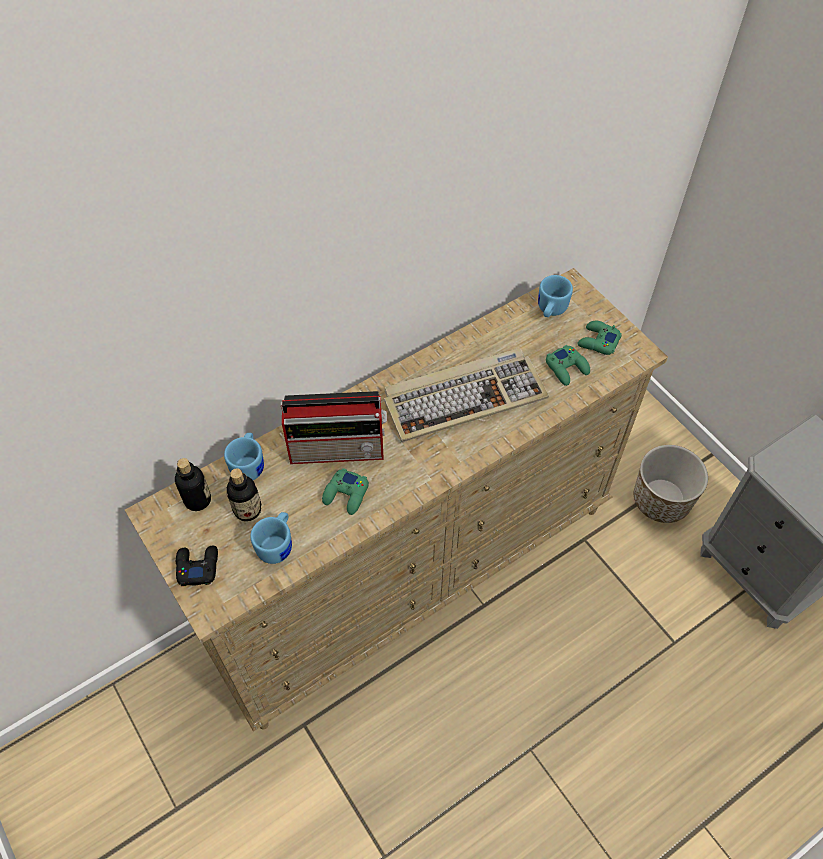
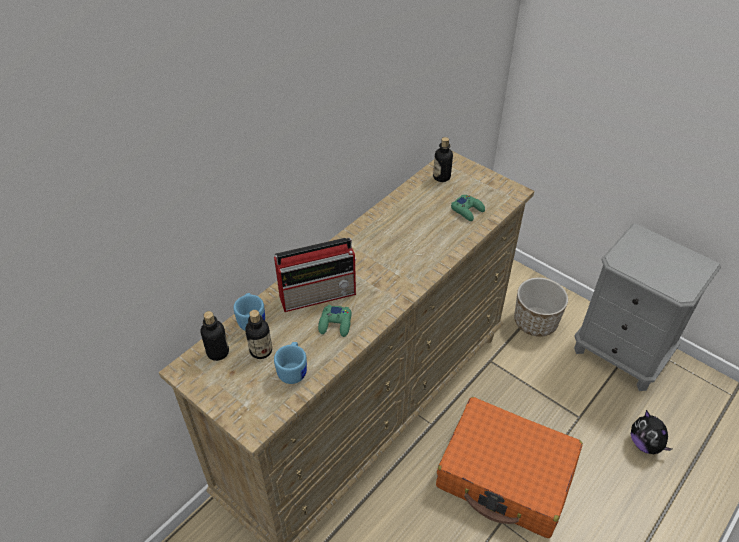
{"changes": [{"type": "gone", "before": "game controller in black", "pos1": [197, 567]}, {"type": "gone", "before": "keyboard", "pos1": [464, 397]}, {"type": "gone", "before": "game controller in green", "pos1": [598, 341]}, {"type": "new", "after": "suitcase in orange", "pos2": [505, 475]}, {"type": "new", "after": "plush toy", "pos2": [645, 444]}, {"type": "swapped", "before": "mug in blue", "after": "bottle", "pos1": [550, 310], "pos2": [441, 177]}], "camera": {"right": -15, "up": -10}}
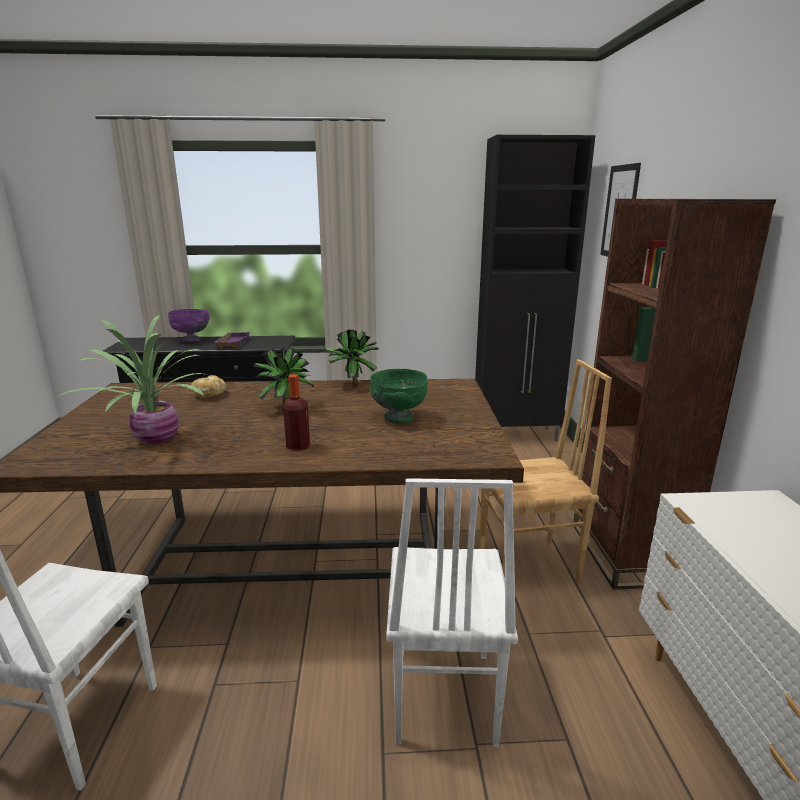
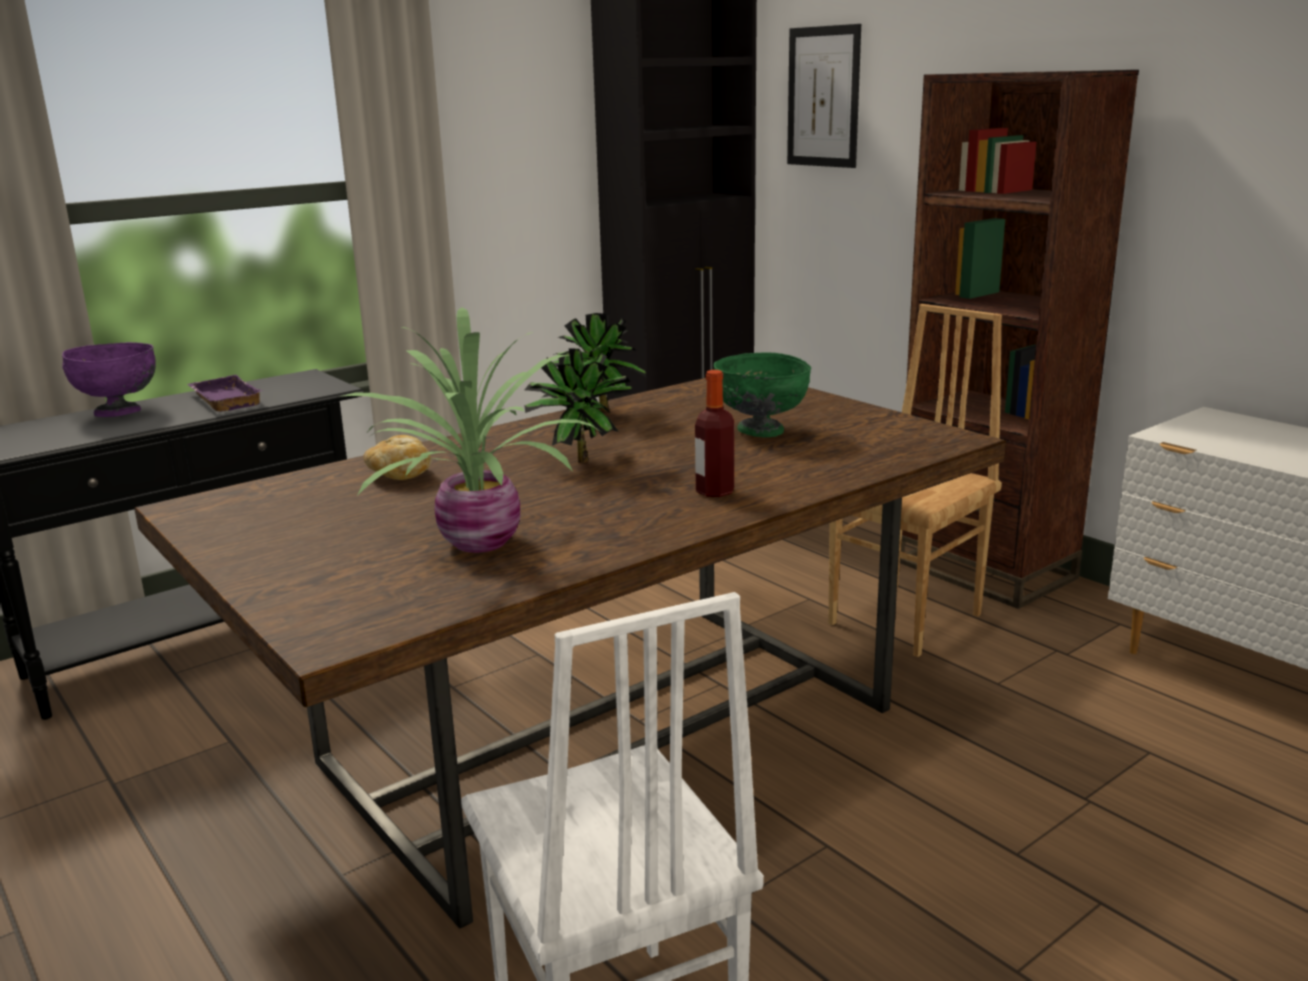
{"changes": [{"type": "gone", "before": "chair in white", "pos1": [442, 696]}], "camera": {"right": -35, "up": 0}}
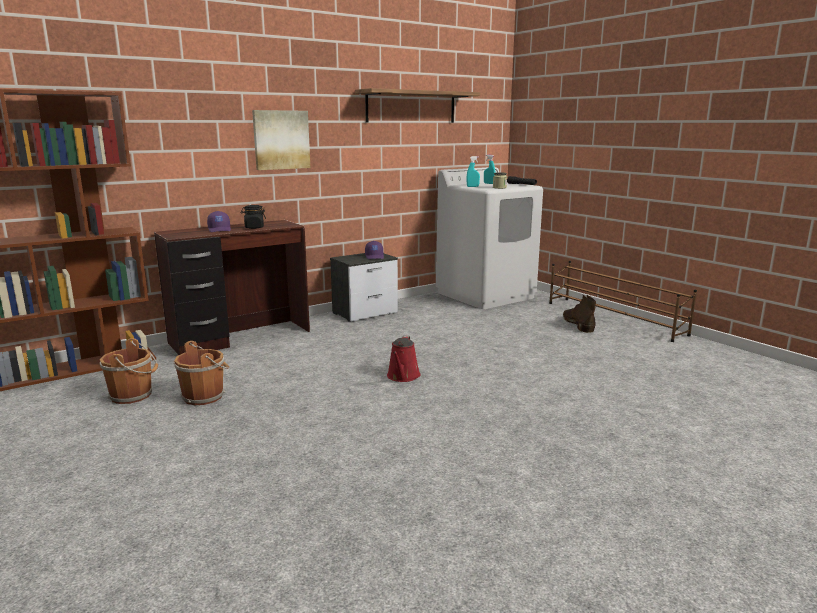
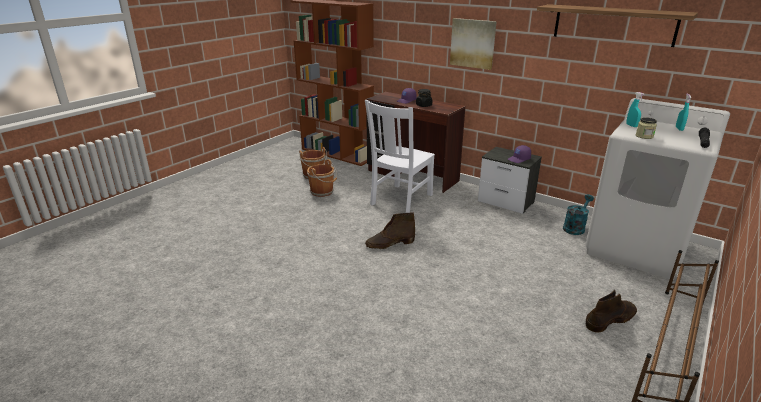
{"changes": [{"type": "new", "after": "chair in white", "pos2": [400, 200]}, {"type": "new", "after": "watering can in turquoise", "pos2": [575, 227]}, {"type": "swapped", "before": "watering can in red", "after": "boot in brown", "pos1": [403, 377], "pos2": [389, 244]}], "camera": {"right": 70, "up": 10}}
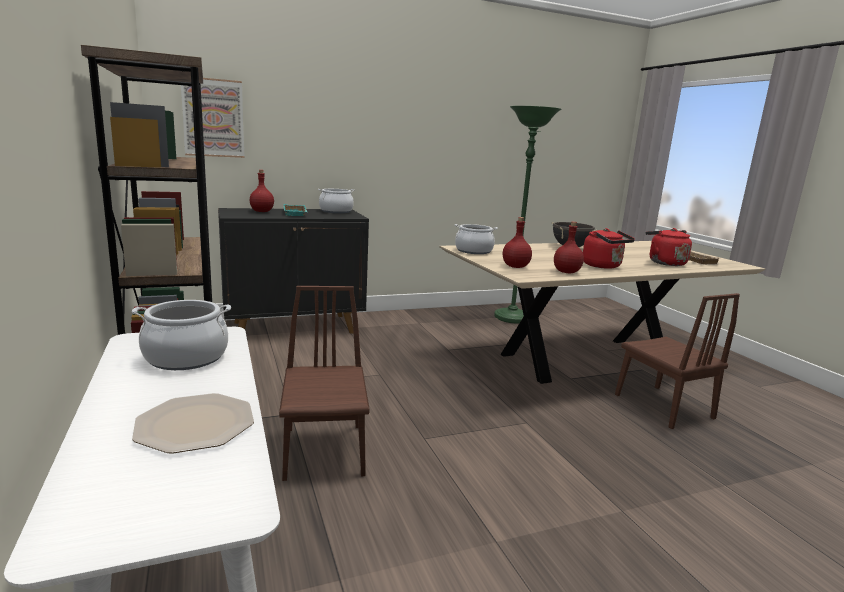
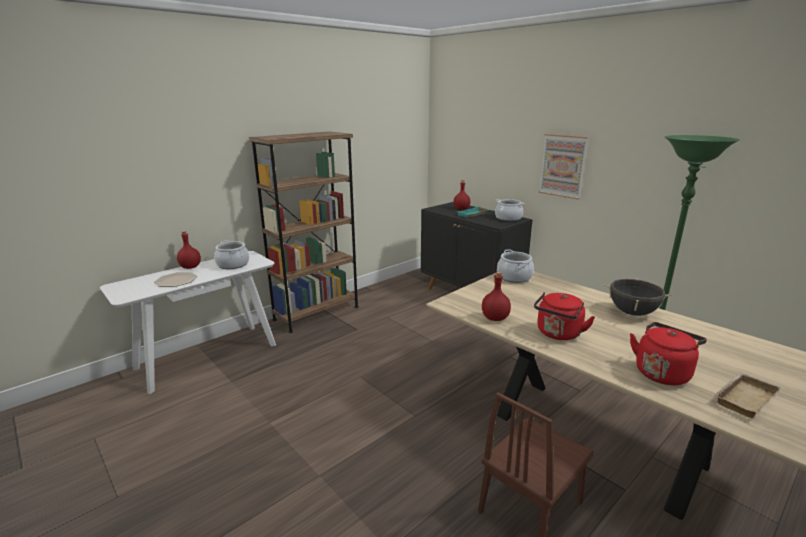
{"changes": [{"type": "gone", "before": "chair in brown", "pos1": [324, 451]}, {"type": "shifted", "before": "picture", "pos1": [213, 118], "pos2": [563, 166]}, {"type": "shifted", "before": "bottle in red", "pos1": [515, 267], "pos2": [190, 267]}], "camera": {"right": 70, "up": 5}}
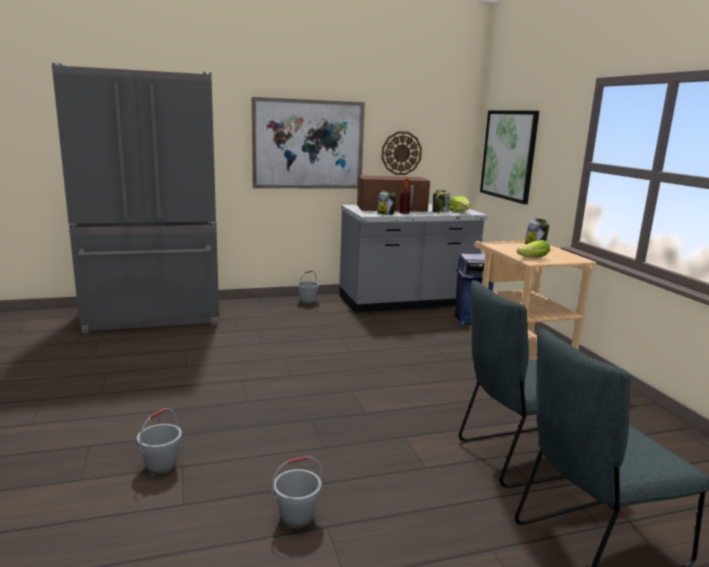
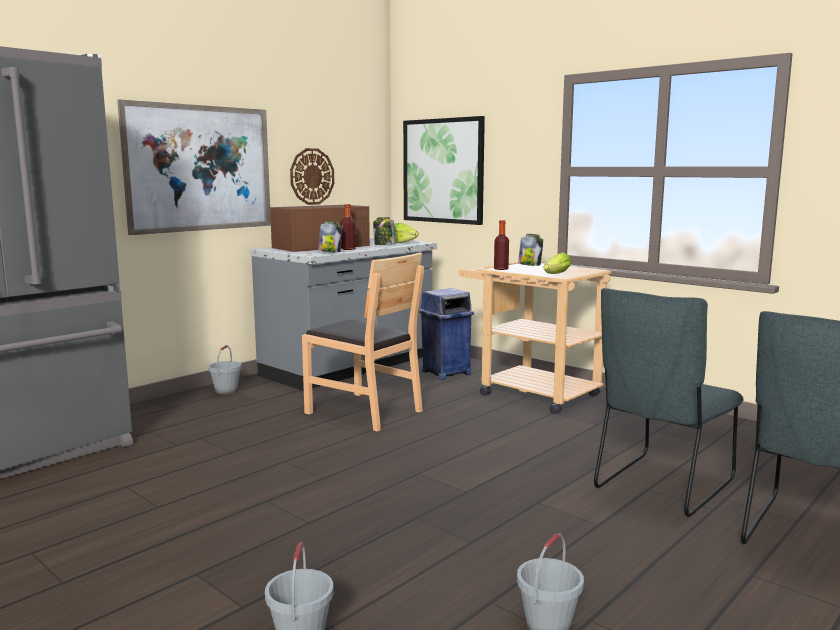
{"changes": [{"type": "new", "after": "chair in brown", "pos2": [364, 411]}, {"type": "new", "after": "bottle", "pos2": [501, 269]}], "camera": {"right": -30, "up": -5}}
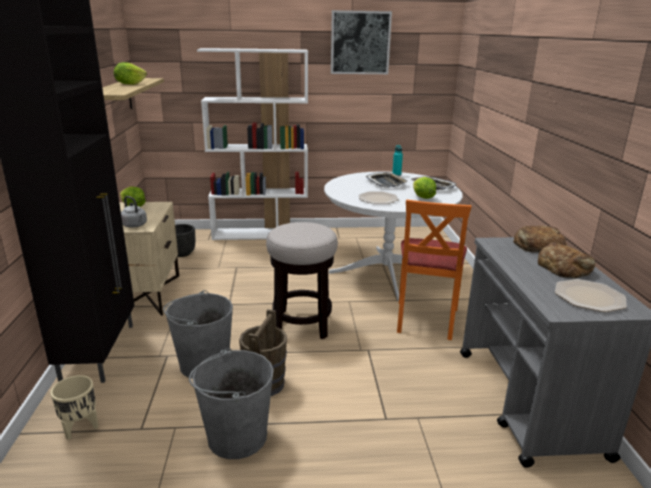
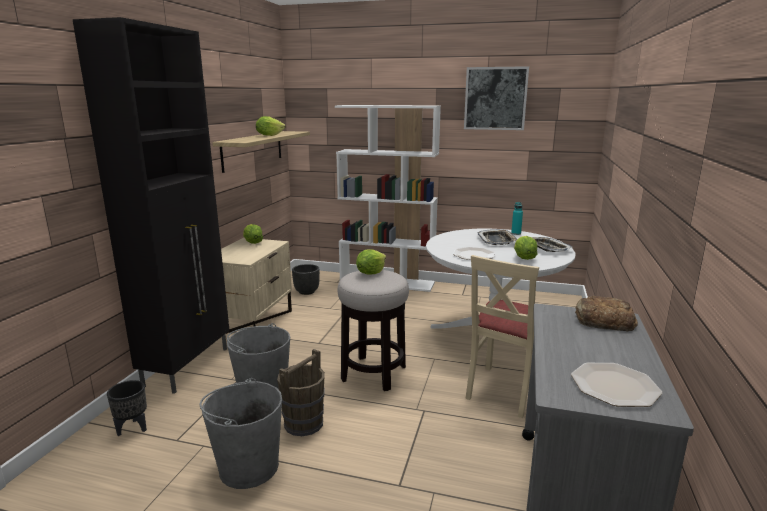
{"changes": [{"type": "gone", "before": "kettle in grey", "pos1": [135, 225]}, {"type": "gone", "before": "bread", "pos1": [564, 267]}, {"type": "new", "after": "lettuce", "pos2": [371, 273]}, {"type": "repainted", "before": "planter in beige", "after": "planter in black", "pos1": [80, 428], "pos2": [132, 429]}, {"type": "repainted", "before": "chair in orange", "after": "chair in beige", "pos1": [425, 319], "pos2": [505, 390]}], "camera": {"right": 20, "up": -5}}
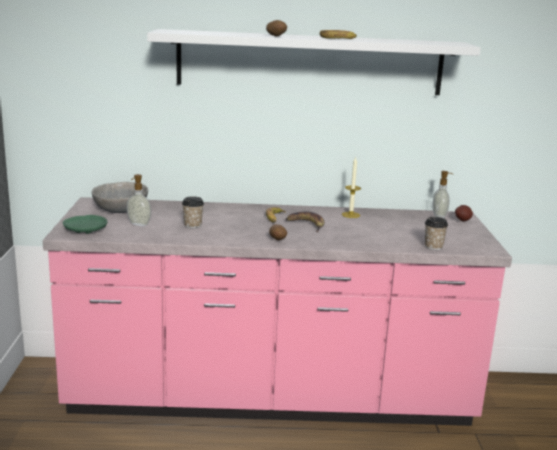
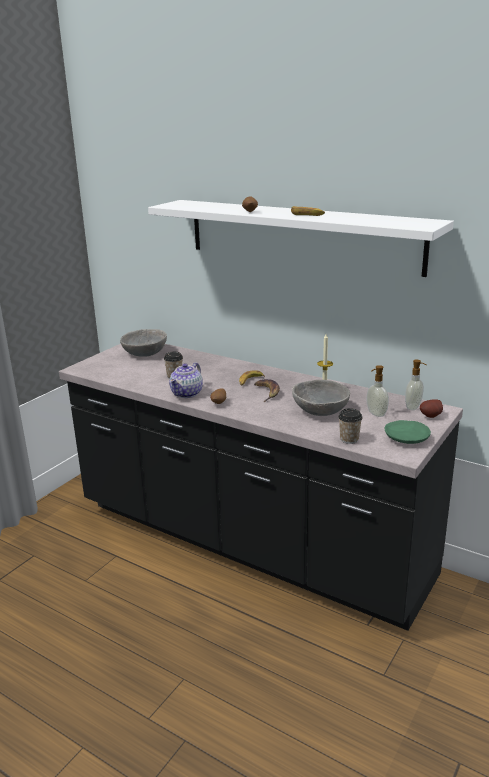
{"changes": [{"type": "new", "after": "teapot", "pos2": [187, 393]}, {"type": "new", "after": "bowl in grey", "pos2": [320, 410]}, {"type": "shifted", "before": "plate in green", "pos1": [85, 230], "pos2": [407, 438]}, {"type": "shifted", "before": "soap dispenser", "pos1": [138, 224], "pos2": [375, 414]}, {"type": "repainted", "before": "counter in pink", "after": "counter in black", "pos1": [270, 399], "pos2": [248, 542]}], "camera": {"right": 35, "up": 5}}
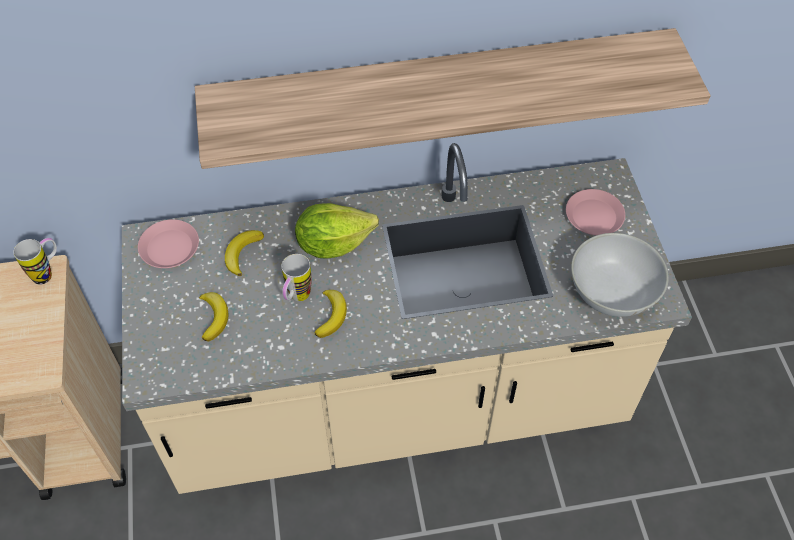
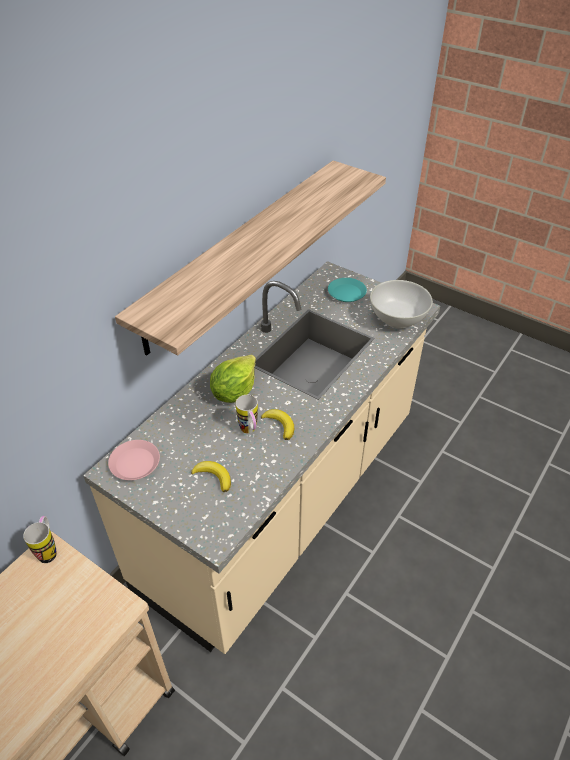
{"changes": [{"type": "gone", "before": "banana", "pos1": [242, 253]}, {"type": "repainted", "before": "plate in pink", "after": "plate in turquoise", "pos1": [593, 216], "pos2": [346, 293]}], "camera": {"right": -45, "up": -10}}
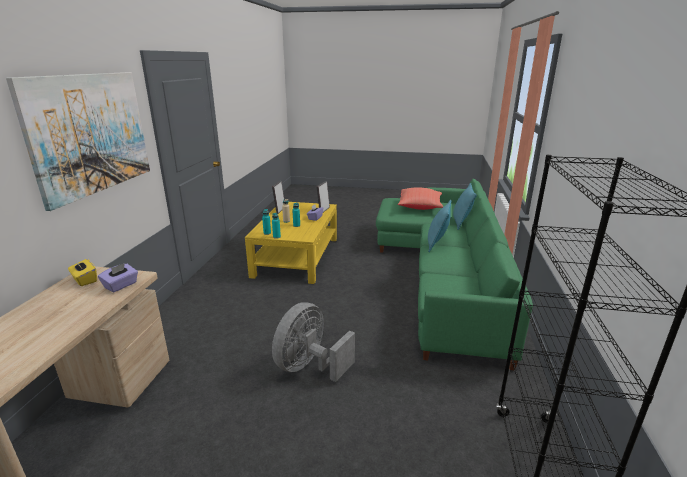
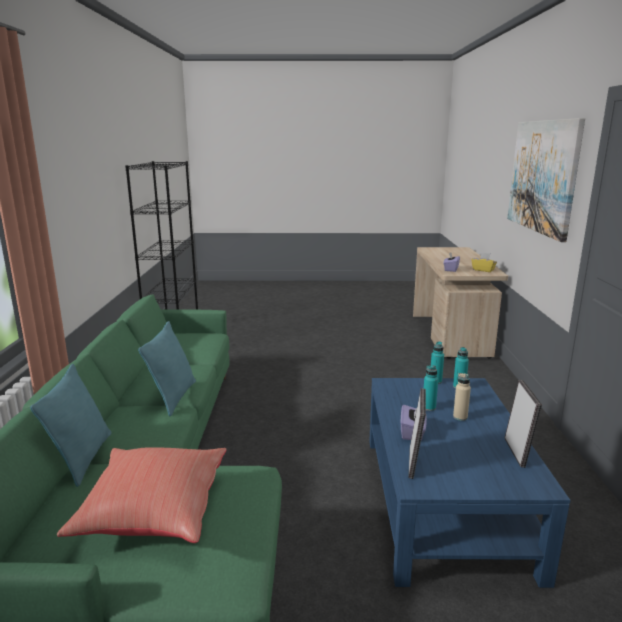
{"changes": [{"type": "gone", "before": "fan in grey", "pos1": [309, 366]}, {"type": "repainted", "before": "coffee table in yellow", "after": "coffee table in blue", "pos1": [297, 257], "pos2": [443, 500]}], "camera": {"right": 170, "up": -5}}
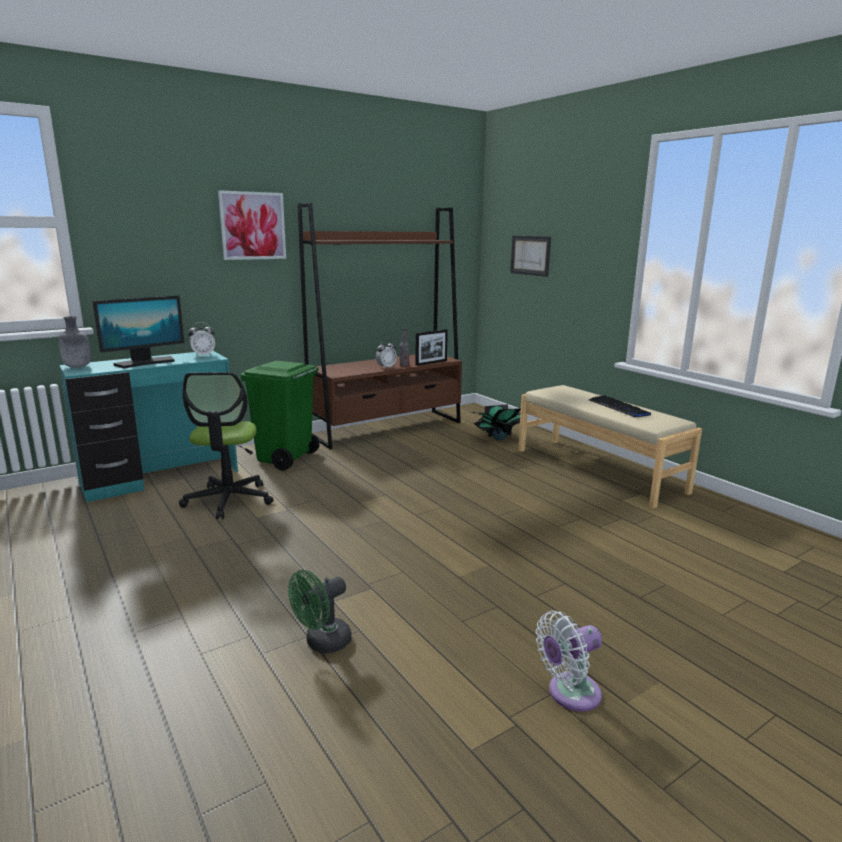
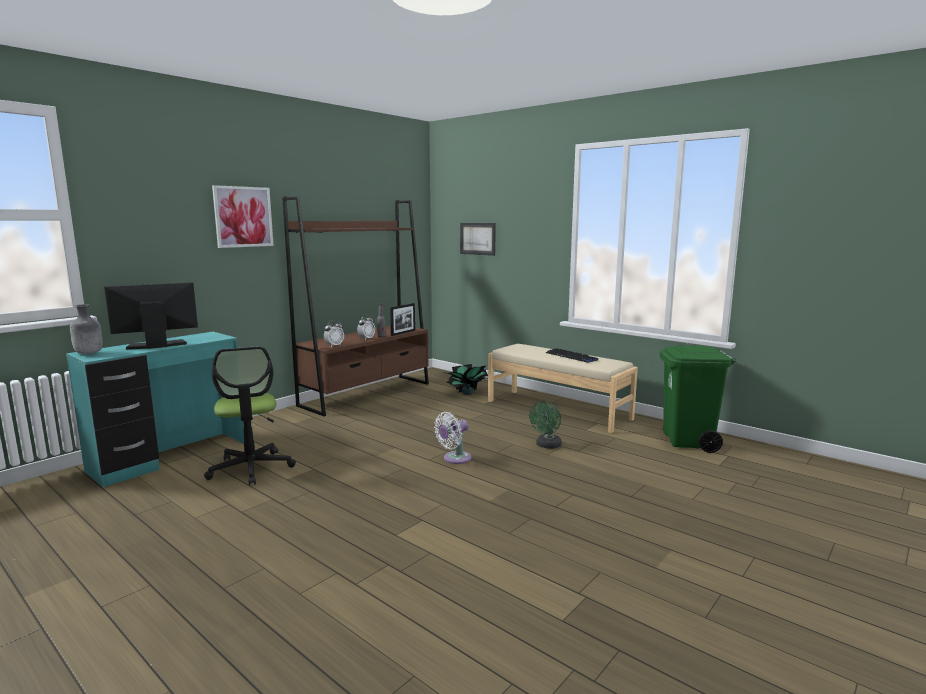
{"changes": [{"type": "shifted", "before": "alarm clock", "pos1": [203, 355], "pos2": [334, 345]}, {"type": "shifted", "before": "trash can in green", "pos1": [285, 459], "pos2": [688, 442]}, {"type": "shifted", "before": "fan in green", "pos1": [322, 643], "pos2": [547, 446]}, {"type": "shifted", "before": "fan in white", "pos1": [569, 694], "pos2": [454, 459]}, {"type": "rotated", "before": "monitor", "pos1": [145, 362], "pos2": [157, 345], "turn": -150}], "camera": {"right": -15, "up": -5}}
